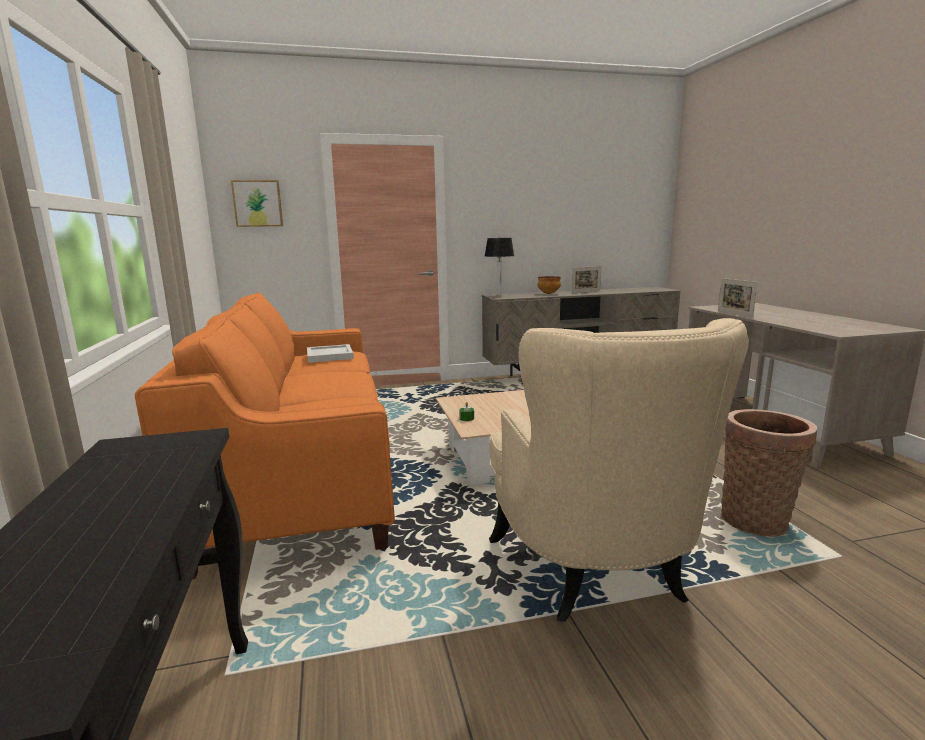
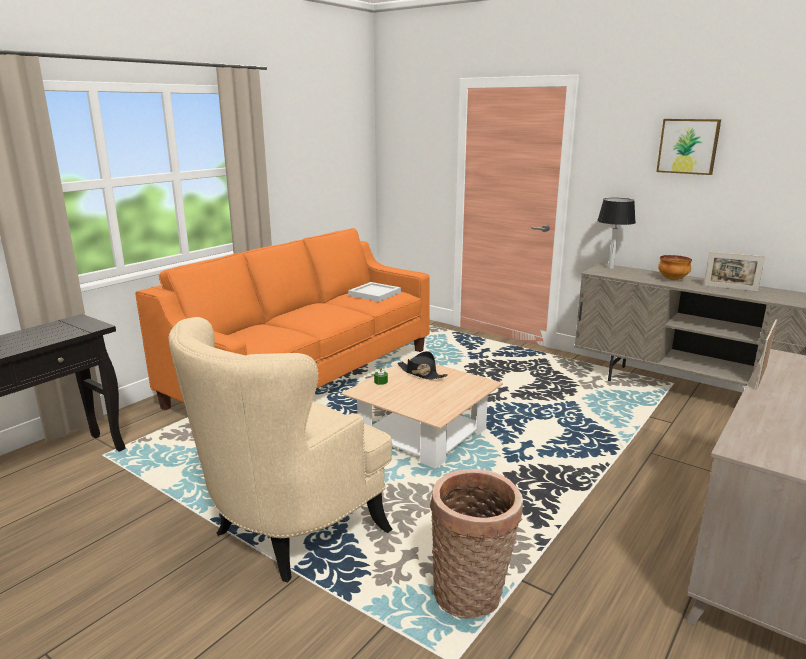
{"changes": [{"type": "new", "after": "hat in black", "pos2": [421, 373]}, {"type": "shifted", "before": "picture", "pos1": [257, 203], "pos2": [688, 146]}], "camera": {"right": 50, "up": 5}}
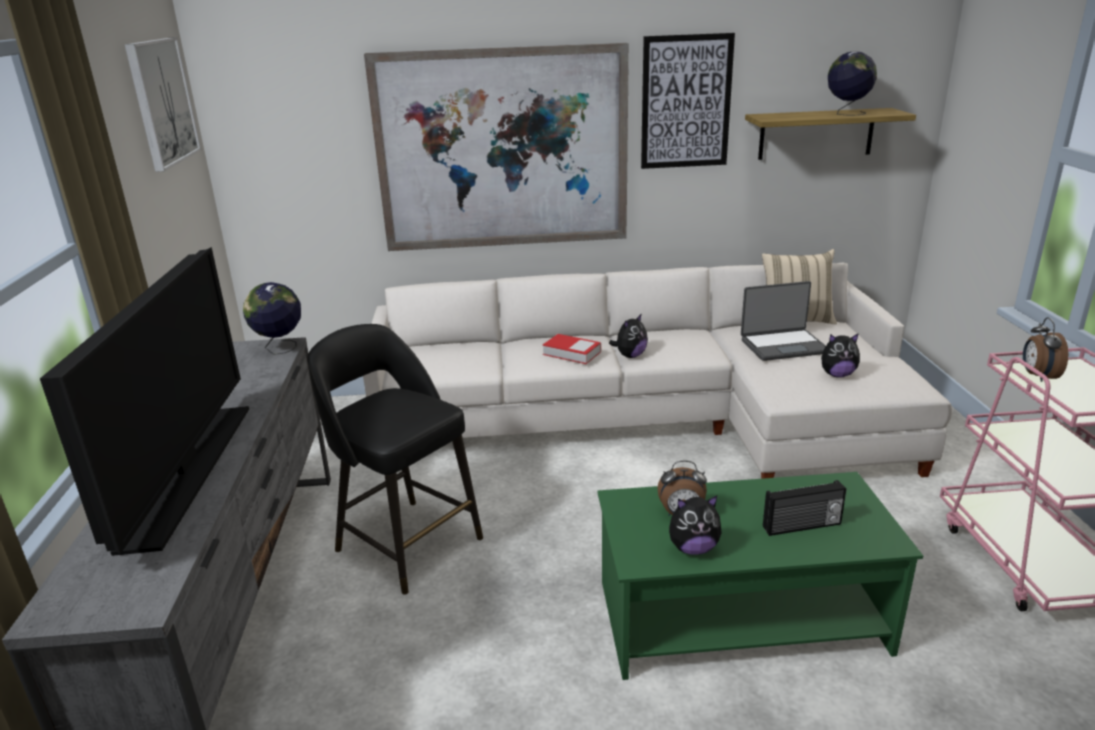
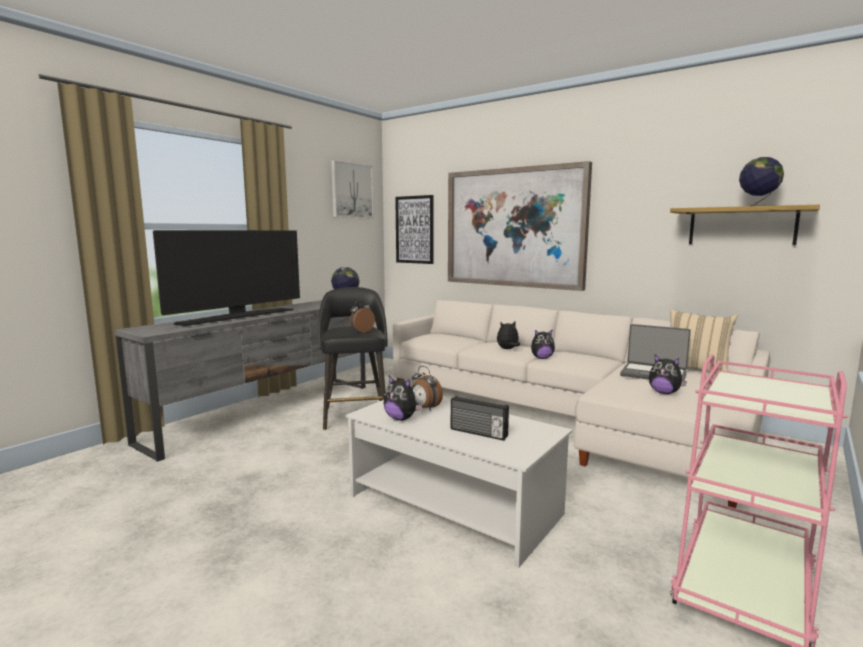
{"changes": [{"type": "shifted", "before": "picture", "pos1": [686, 102], "pos2": [414, 229]}, {"type": "shifted", "before": "alarm clock", "pos1": [1037, 376], "pos2": [361, 331]}, {"type": "swapped", "before": "book", "after": "plush toy", "pos1": [572, 353], "pos2": [508, 349]}, {"type": "repainted", "before": "coffee table in green", "after": "coffee table in white", "pos1": [741, 617], "pos2": [455, 504]}], "camera": {"right": 40, "up": -15}}
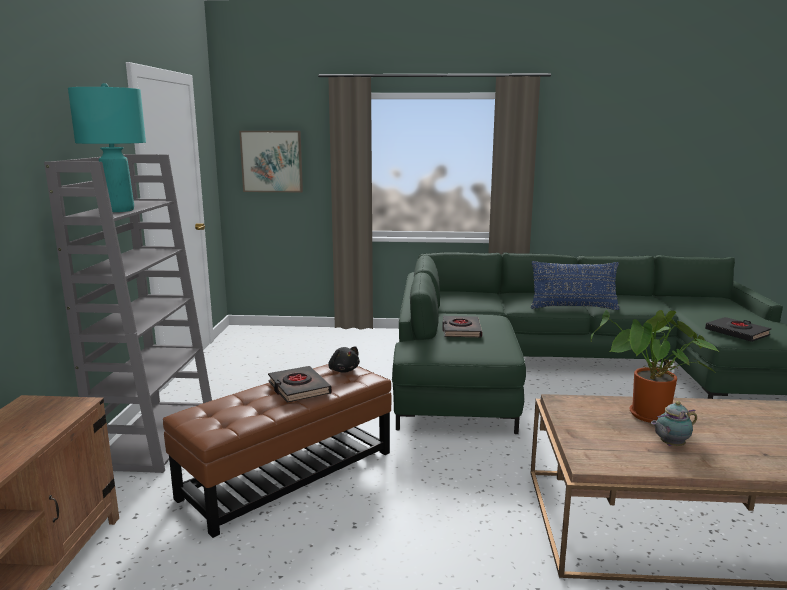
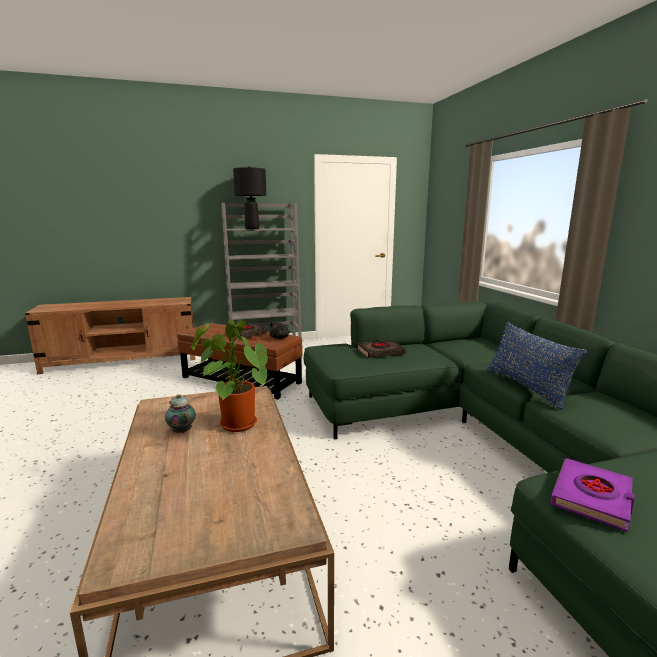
{"changes": [{"type": "gone", "before": "picture", "pos1": [272, 161]}, {"type": "repainted", "before": "table lamp in turquoise", "after": "table lamp in black", "pos1": [119, 210], "pos2": [252, 228]}, {"type": "repainted", "before": "book in black", "after": "book in purple", "pos1": [737, 333], "pos2": [592, 498]}], "camera": {"right": 70, "up": 0}}
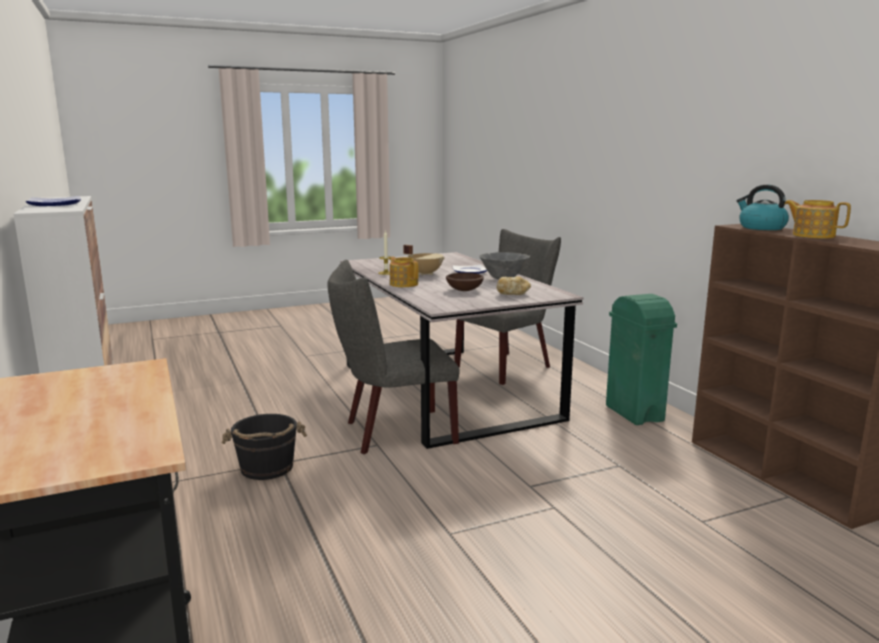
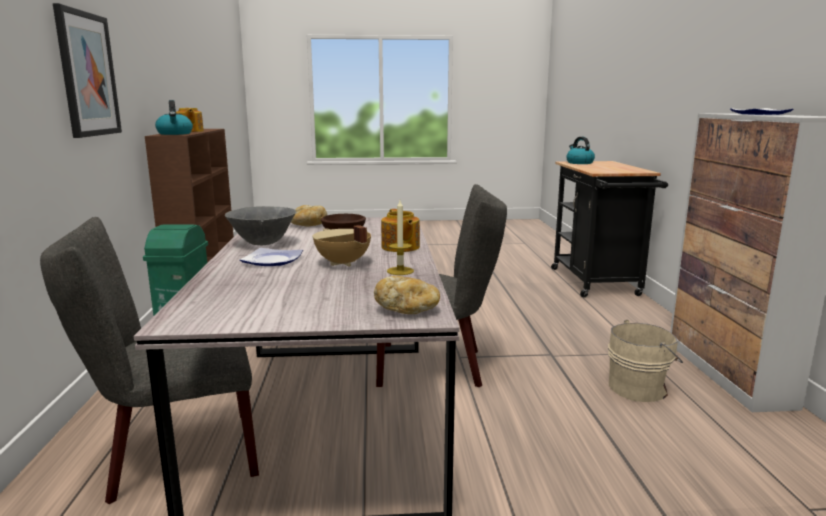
{"changes": [{"type": "gone", "before": "bucket in black", "pos1": [267, 468]}, {"type": "new", "after": "picture", "pos2": [87, 74]}, {"type": "new", "after": "bread", "pos2": [407, 309]}, {"type": "new", "after": "kettle", "pos2": [579, 163]}, {"type": "new", "after": "bucket in beige", "pos2": [640, 388]}], "camera": {"right": -160, "up": 0}}
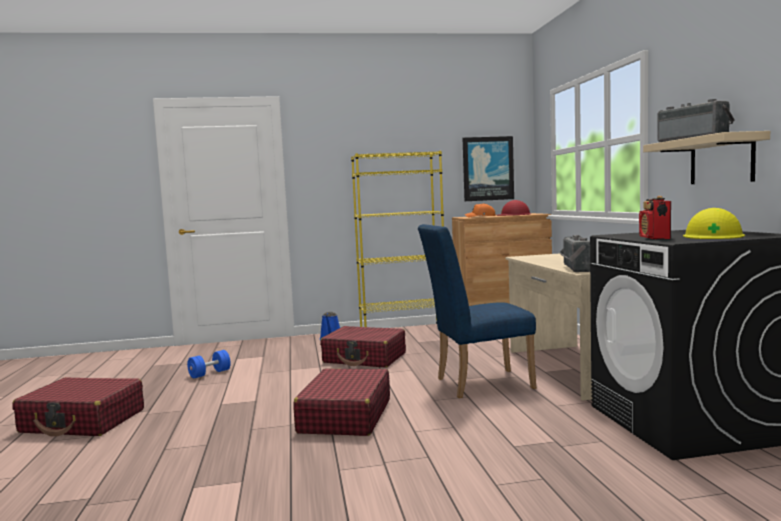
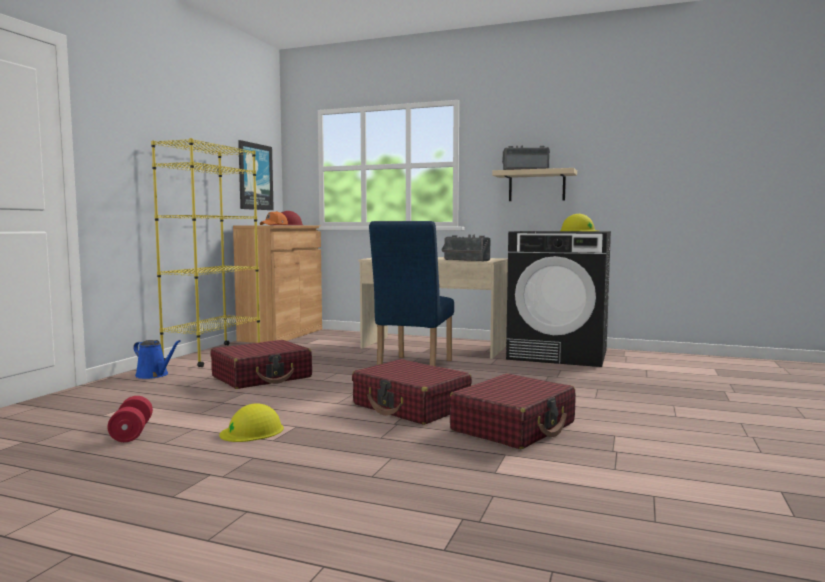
{"changes": [{"type": "gone", "before": "radio", "pos1": [655, 238]}, {"type": "new", "after": "hard hat in yellow", "pos2": [252, 431]}, {"type": "shifted", "before": "suitcase in red", "pos1": [83, 421], "pos2": [514, 427]}, {"type": "repainted", "before": "dumbbell in blue", "after": "dumbbell in red", "pos1": [210, 373], "pos2": [131, 433]}], "camera": {"right": -60, "up": 0}}
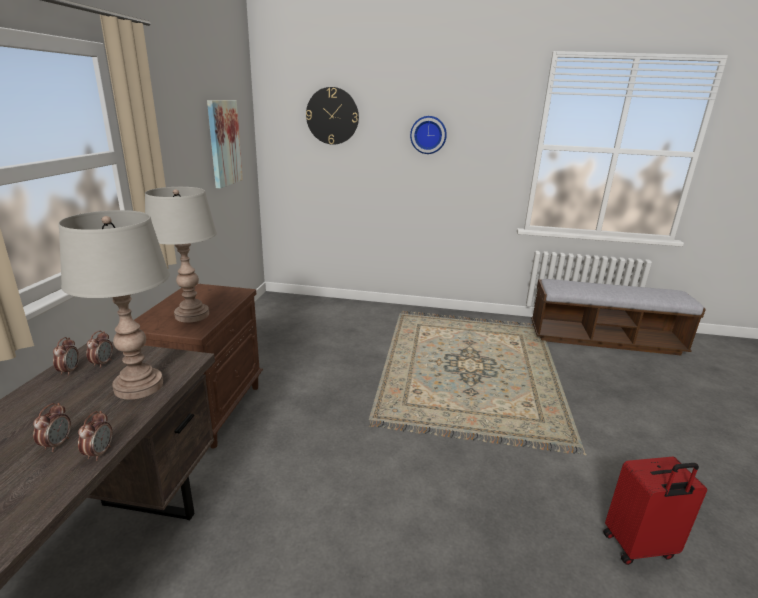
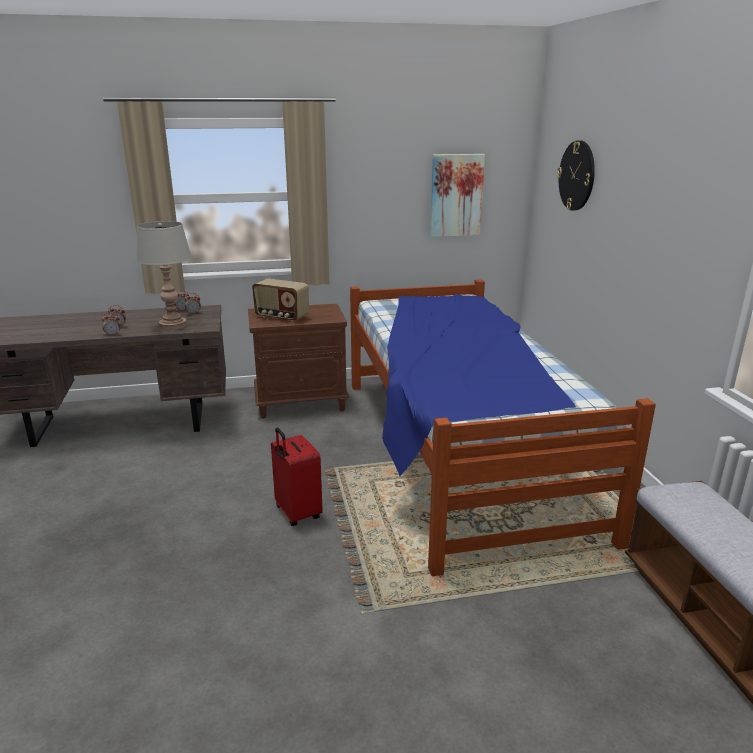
{"changes": [{"type": "gone", "before": "wall clock", "pos1": [428, 135]}, {"type": "new", "after": "bed", "pos2": [457, 450]}, {"type": "shifted", "before": "suitcase in red", "pos1": [639, 547], "pos2": [297, 513]}, {"type": "swapped", "before": "table lamp in grey", "after": "radio", "pos1": [192, 315], "pos2": [281, 317]}], "camera": {"right": 70, "up": 0}}
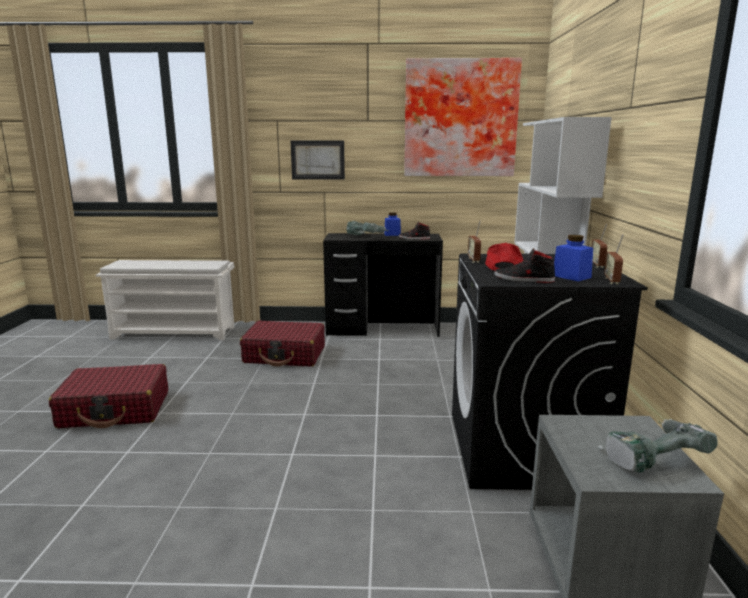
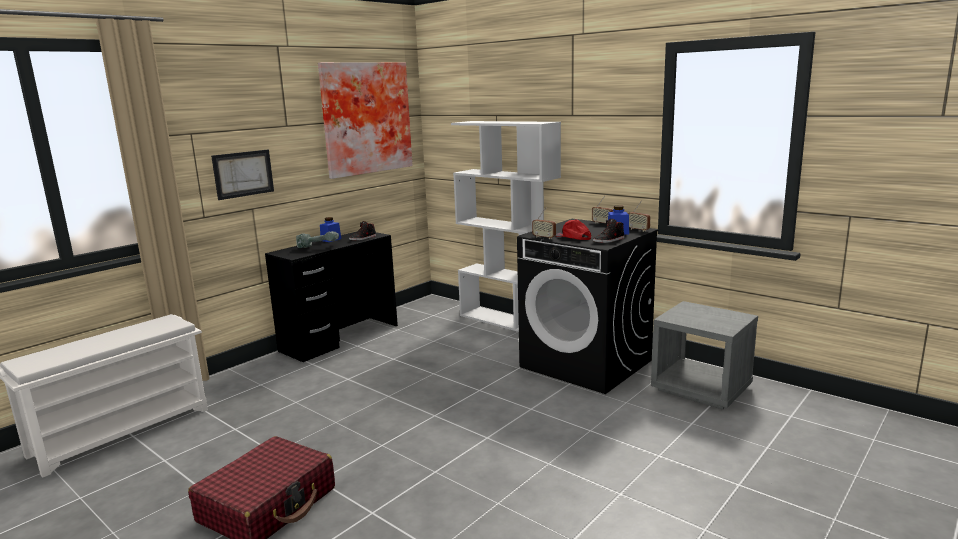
{"changes": [{"type": "gone", "before": "suitcase in red", "pos1": [285, 355]}, {"type": "gone", "before": "power drill", "pos1": [651, 458]}], "camera": {"right": -50, "up": 0}}
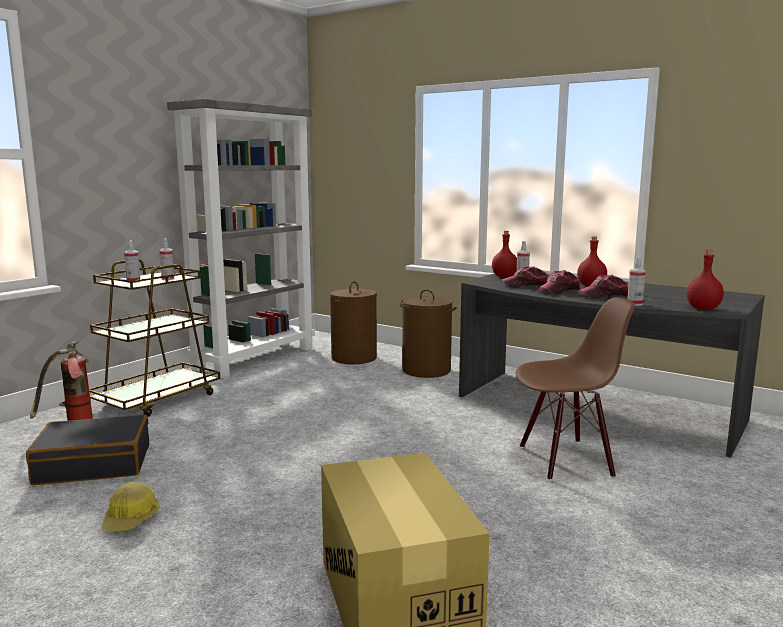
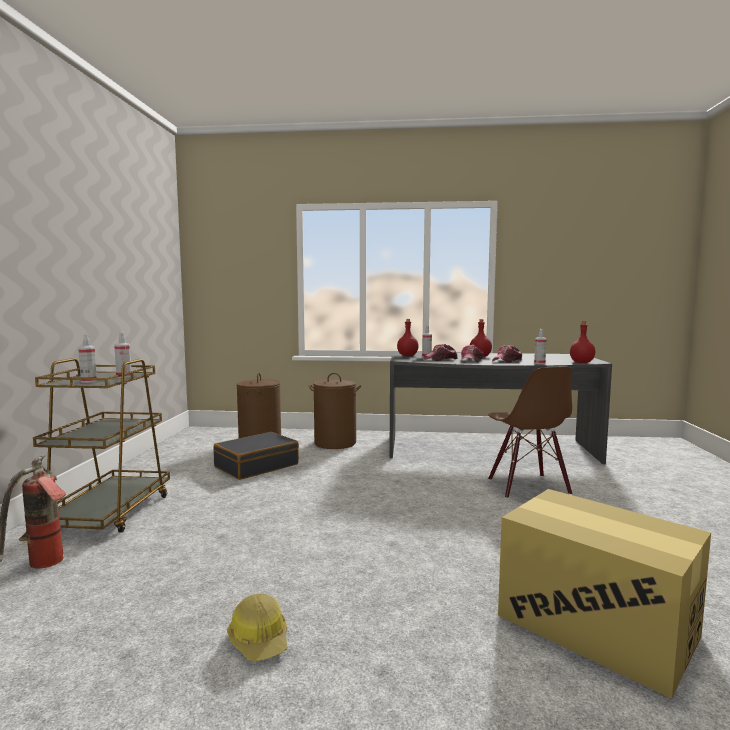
{"changes": [{"type": "gone", "before": "bookcase in grey", "pos1": [255, 358]}, {"type": "shifted", "before": "suitcase in black", "pos1": [94, 464], "pos2": [256, 466]}, {"type": "rotated", "before": "chair in brown", "pos1": [565, 460], "pos2": [527, 487], "turn": 120}], "camera": {"right": -30, "up": -5}}
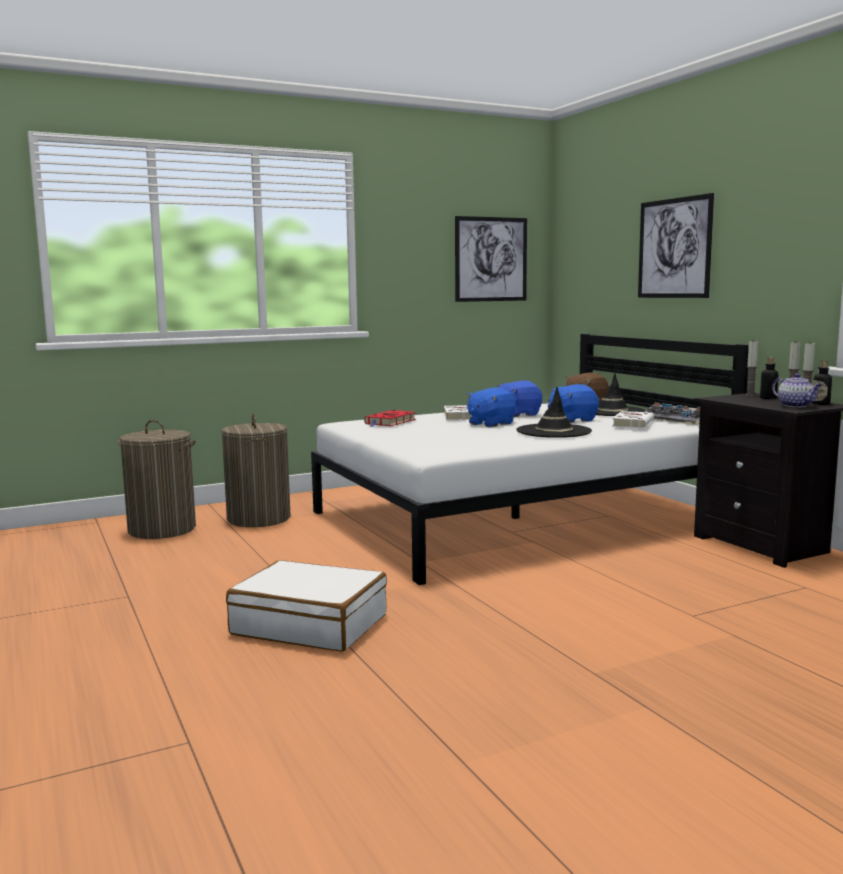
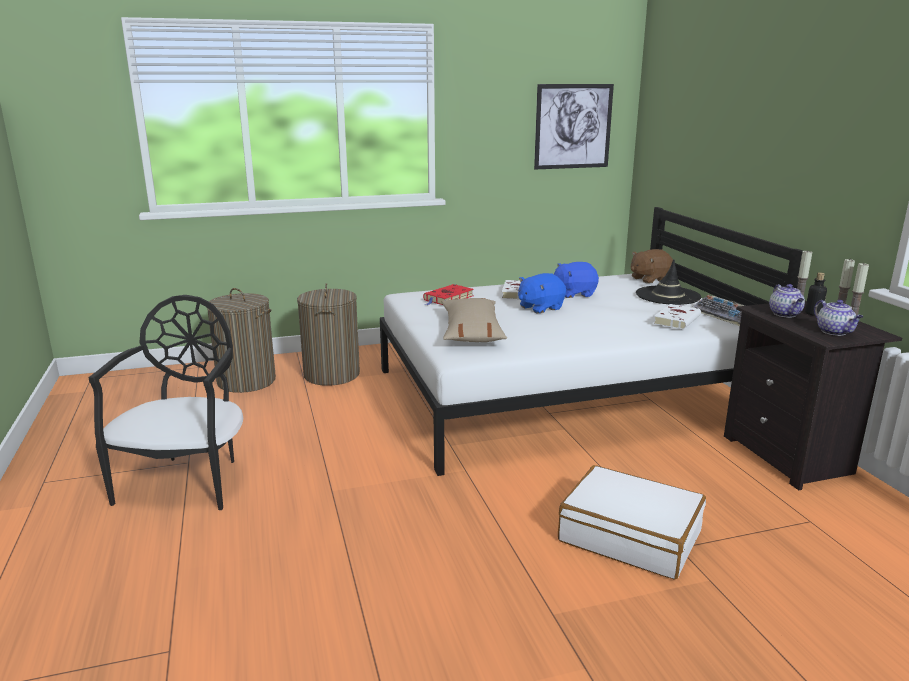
{"changes": [{"type": "gone", "before": "hat in black", "pos1": [553, 431]}, {"type": "gone", "before": "plush toy in blue", "pos1": [572, 420]}, {"type": "gone", "before": "picture", "pos1": [674, 248]}, {"type": "gone", "before": "bottle", "pos1": [820, 404]}, {"type": "new", "after": "chair in black", "pos2": [187, 481]}, {"type": "new", "after": "pillow in beige", "pos2": [471, 331]}, {"type": "new", "after": "teapot", "pos2": [785, 314]}, {"type": "shifted", "before": "suitcase in white", "pos1": [310, 624], "pos2": [630, 536]}], "camera": {"right": 10, "up": 10}}
